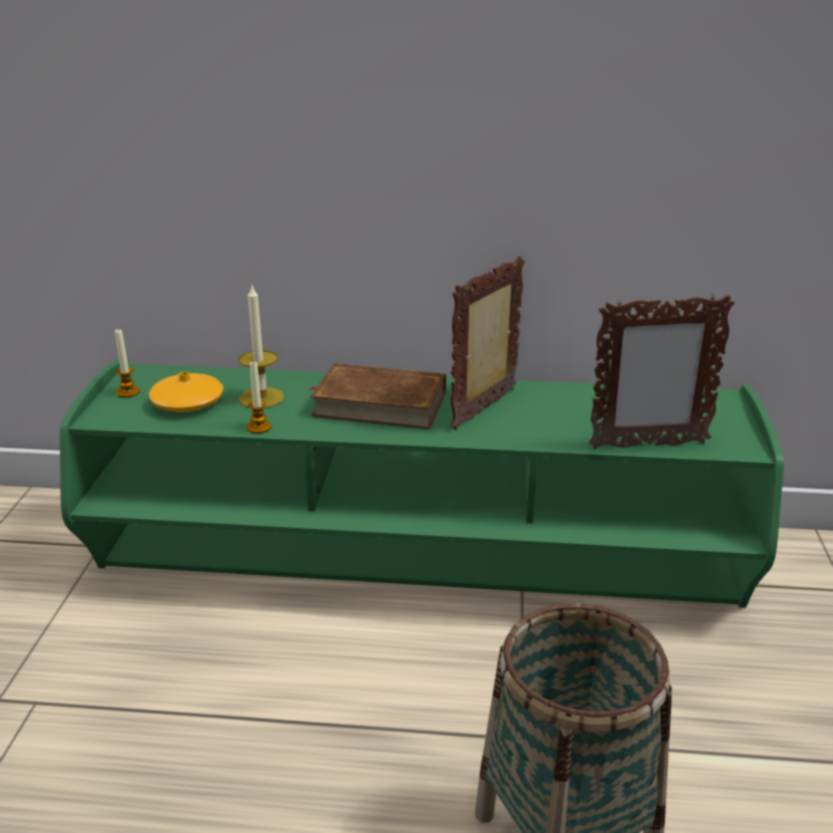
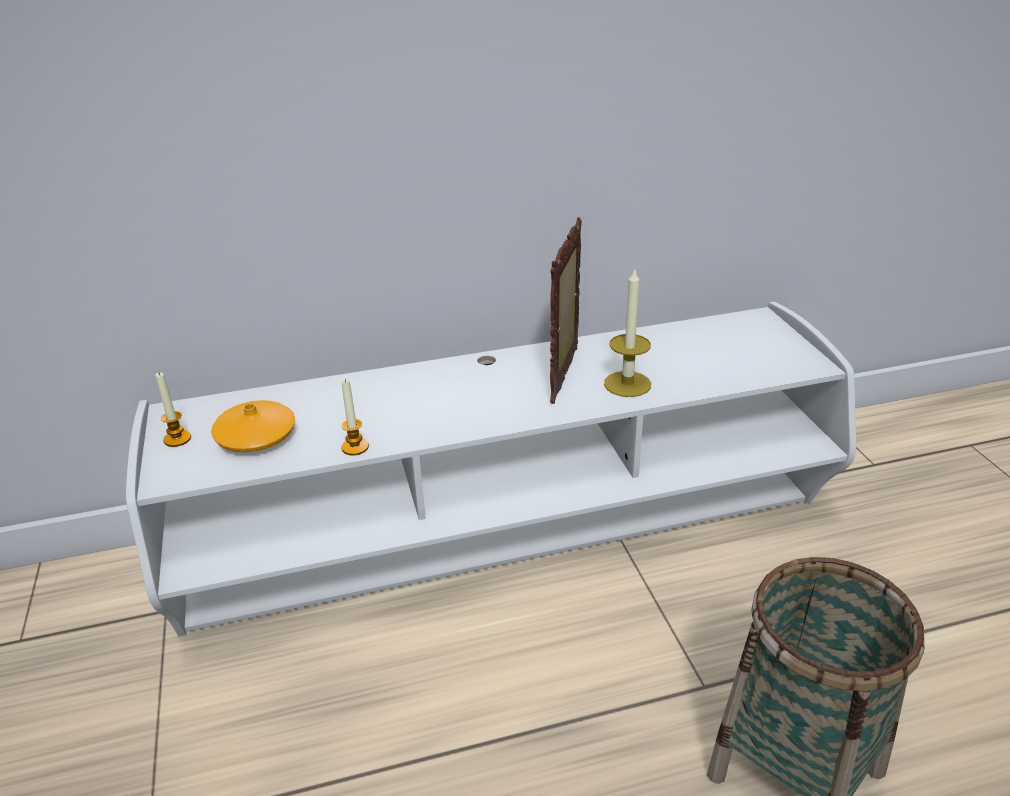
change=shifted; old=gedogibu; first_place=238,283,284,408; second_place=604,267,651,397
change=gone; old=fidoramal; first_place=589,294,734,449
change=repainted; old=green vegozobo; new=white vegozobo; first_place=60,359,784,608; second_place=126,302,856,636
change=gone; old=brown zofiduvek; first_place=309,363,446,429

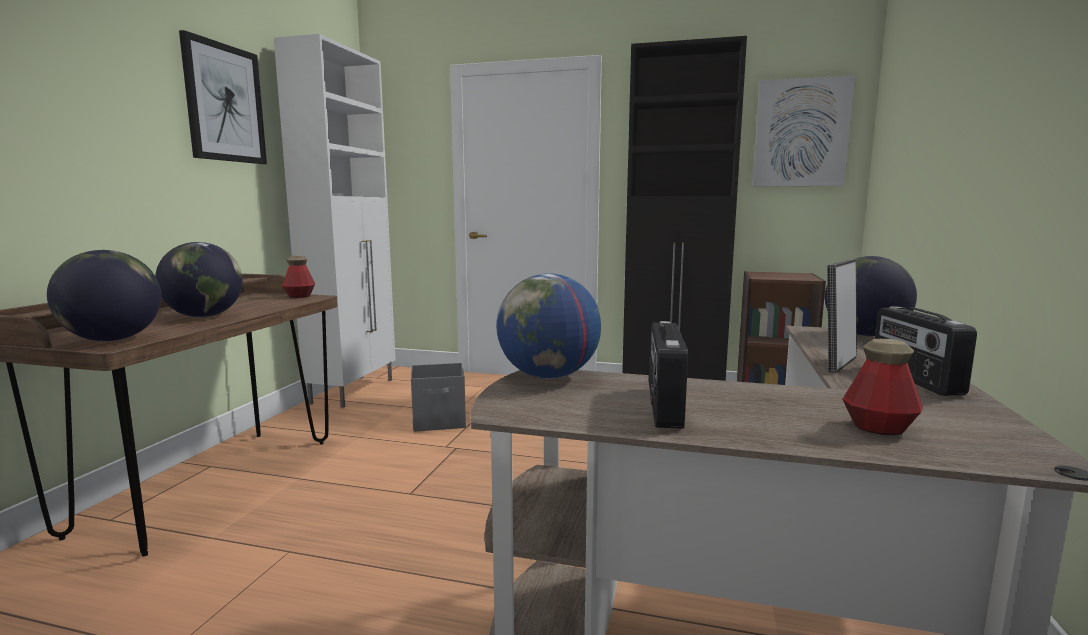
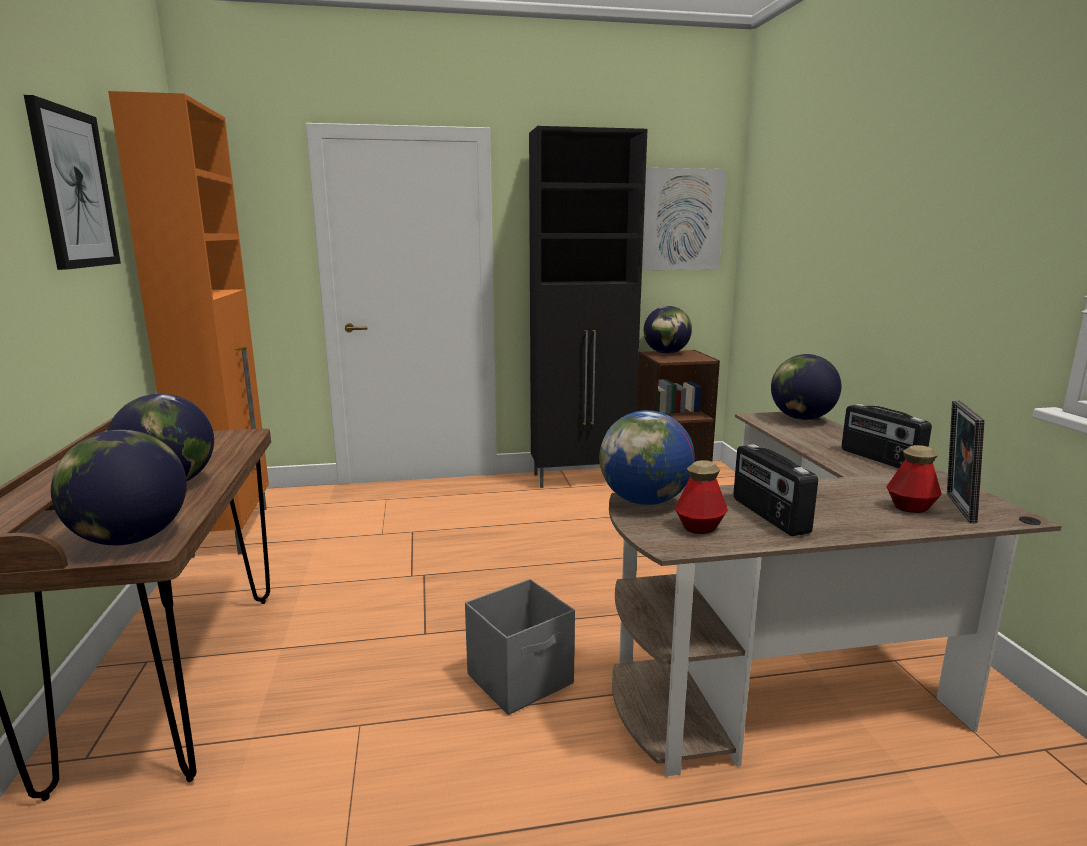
change=repainted; old=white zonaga; new=orange zonaga; first_place=274,34,396,408; second_place=108,91,269,558
change=shifted; old=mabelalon; first_place=282,256,315,298; second_place=675,460,728,534
change=shifted; old=fidoramal; first_place=827,259,857,373; second_place=947,401,984,523
change=shifted; old=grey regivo; first_place=411,363,466,432; second_place=465,579,575,715
change=new; new=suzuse; second_place=644,306,692,354

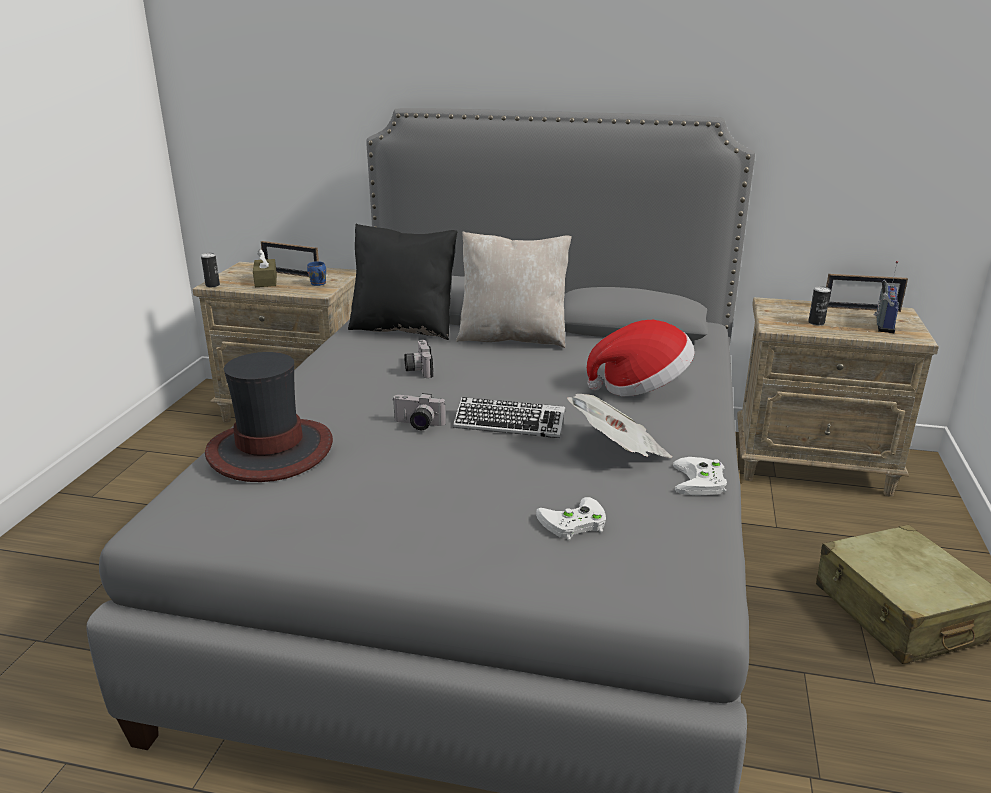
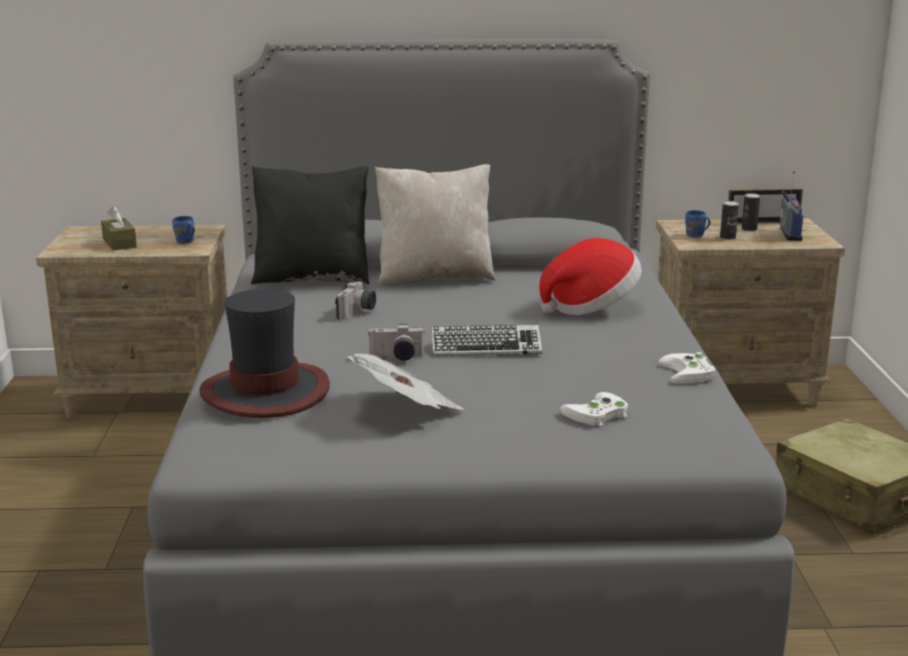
change=gone; old=fidoramal; first_place=261,241,319,277
change=shifted; old=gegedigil; first_place=201,253,220,287; second_place=742,193,760,231
change=rotated; old=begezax; first_place=404,340,433,378; second_place=335,281,376,320; degrees=-135
change=shifted; old=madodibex; first_place=567,394,672,458; second_place=347,353,464,410
change=new; new=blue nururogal; second_place=685,210,710,237

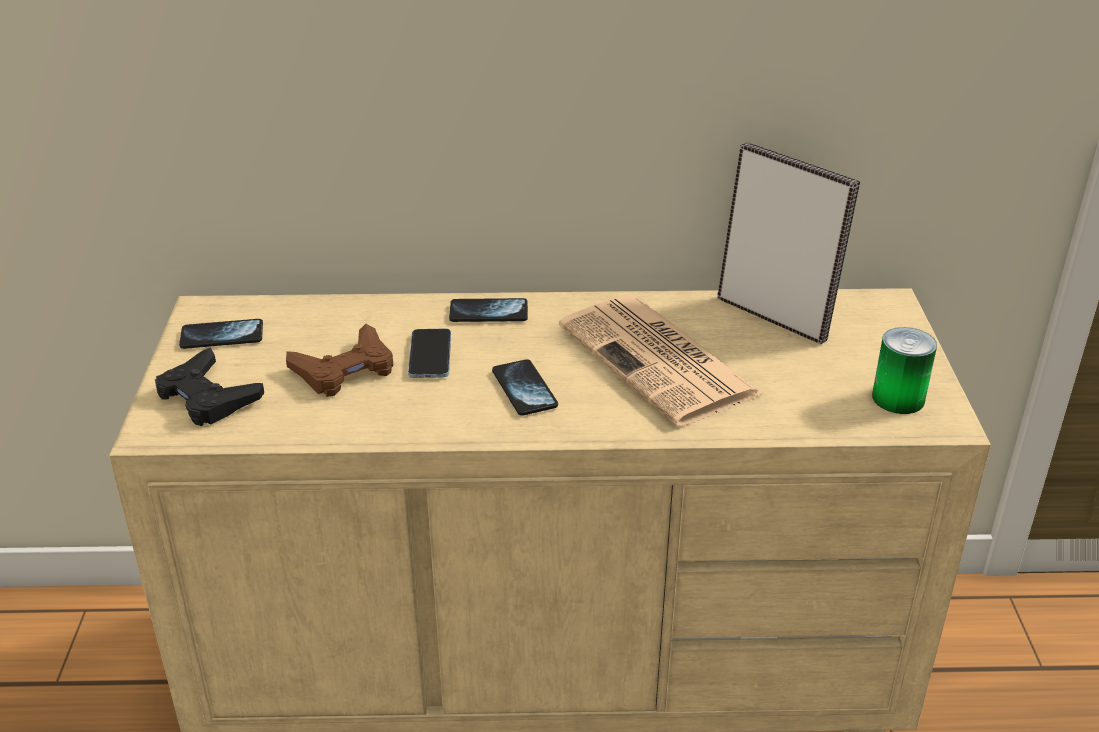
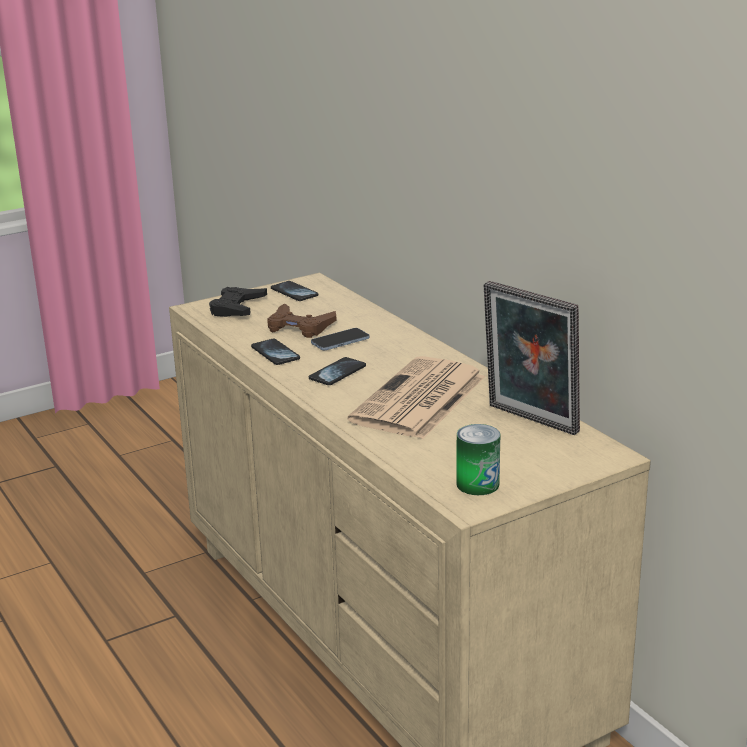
change=rotated; old=fidoramal; first_place=717,142,860,344; second_place=484,281,580,435; degrees=120
change=shifted; old=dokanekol; first_place=449,298,528,322; second_place=251,339,300,365

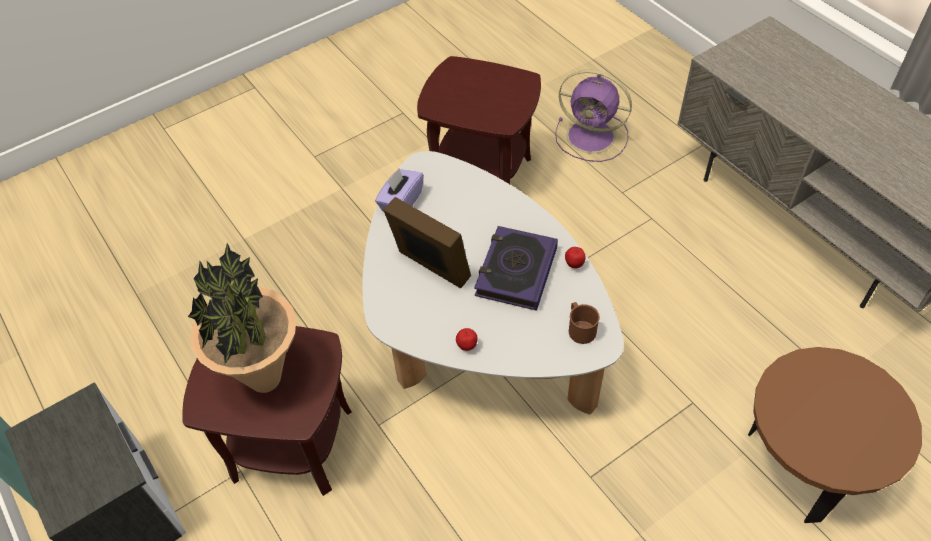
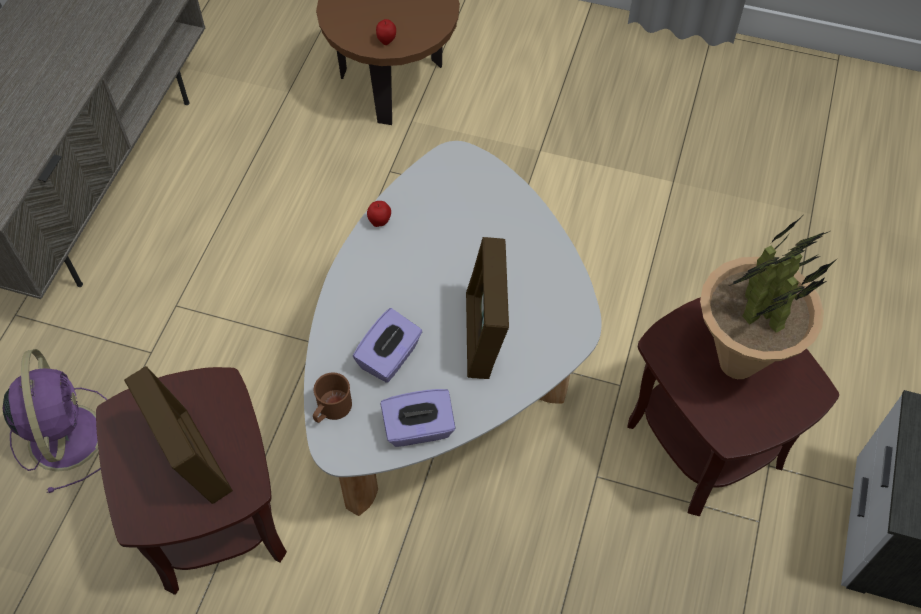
change=gone; old=zofiduvek; first_place=474,226,558,311
change=shifted; old=brown nururogal; first_place=569,302,600,344; second_place=313,373,352,423
change=shifted; old=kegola; first_place=456,328,478,351; second_place=376,19,396,45
change=new; new=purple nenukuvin; second_place=353,308,423,383
change=new; new=fidoramal; second_place=124,366,233,504

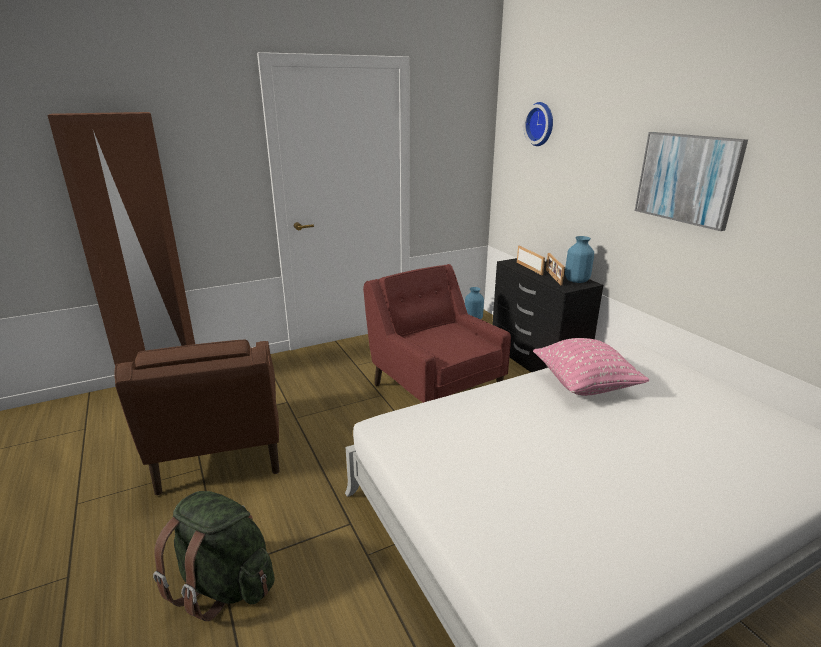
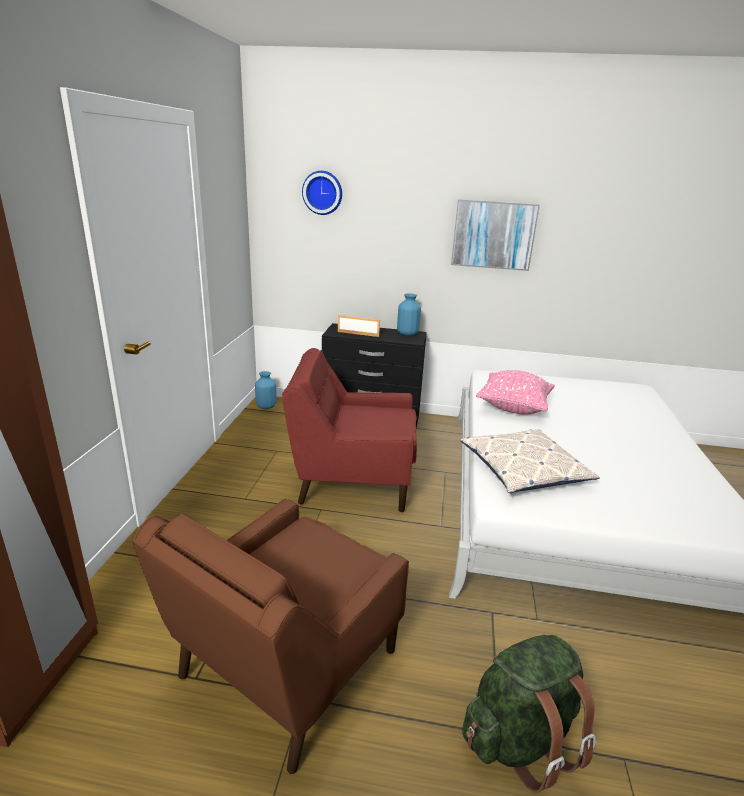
change=gone; old=fidoramal; first_place=546,253,565,285
change=rotated; old=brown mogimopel; first_place=115,339,279,495; second_place=133,499,409,774; degrees=105
change=new; new=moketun; second_place=460,430,600,493

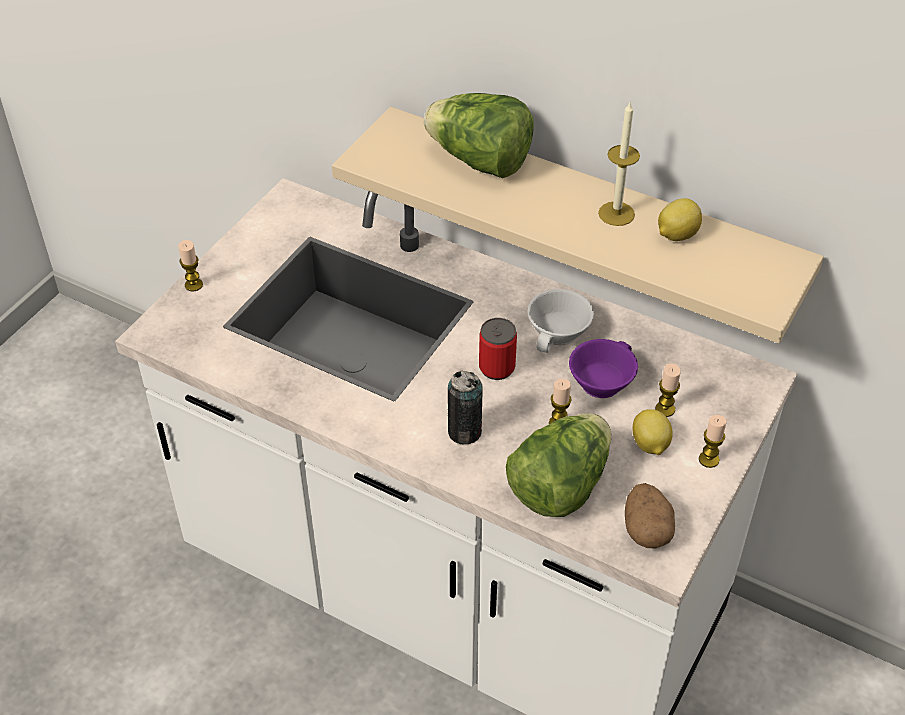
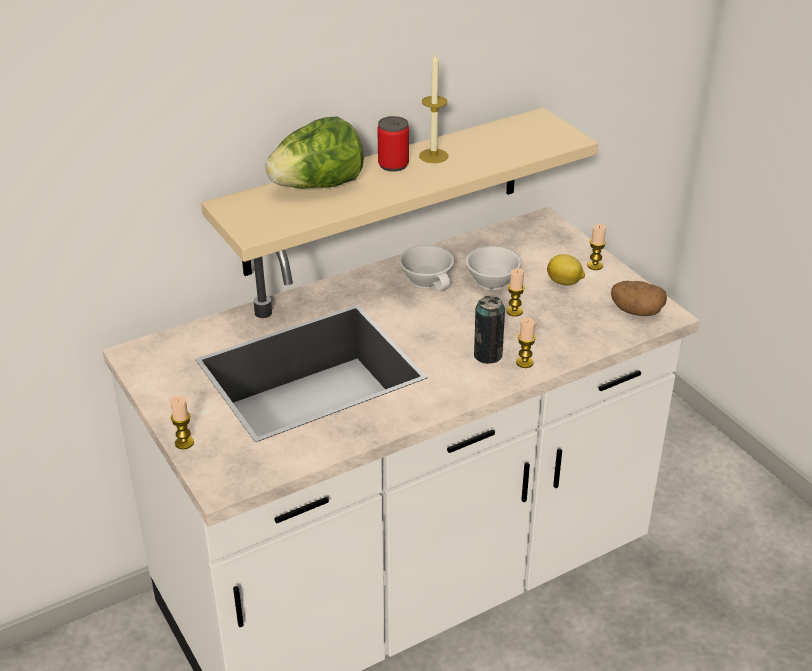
change=gone; old=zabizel; first_place=658,198,702,241
change=shifted; old=gegedigil; first_place=479,318,517,380; second_place=377,116,409,172
change=repainted; old=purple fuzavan; new=white fuzavan; first_place=569,339,638,398; second_place=466,246,521,290
change=shifted; old=gedogibu; first_place=655,363,681,417; second_place=516,317,536,368
change=gone; old=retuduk; first_place=506,413,611,517

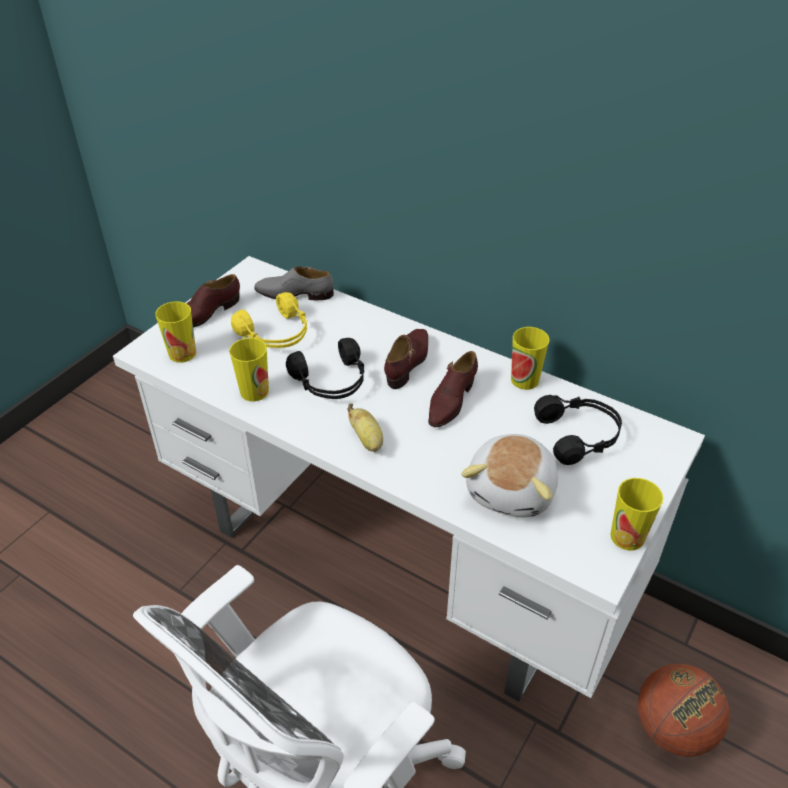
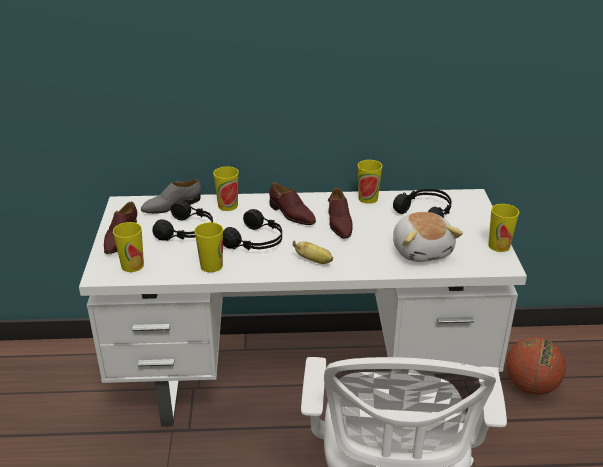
change=repainted; old=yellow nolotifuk; new=black nolotifuk; first_place=231,292,307,348; second_place=152,200,213,241
change=rotated; old=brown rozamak; first_place=384,329,428,389; second_place=269,182,316,225; degrees=150
change=new; new=fuzavan; second_place=213,166,239,211

